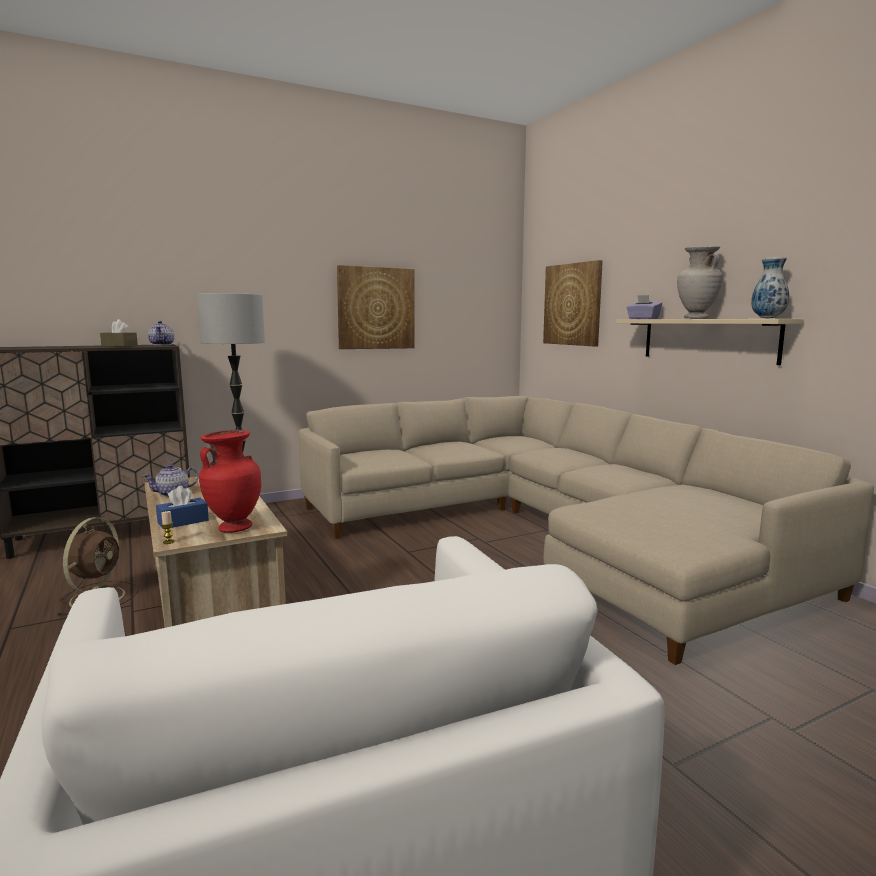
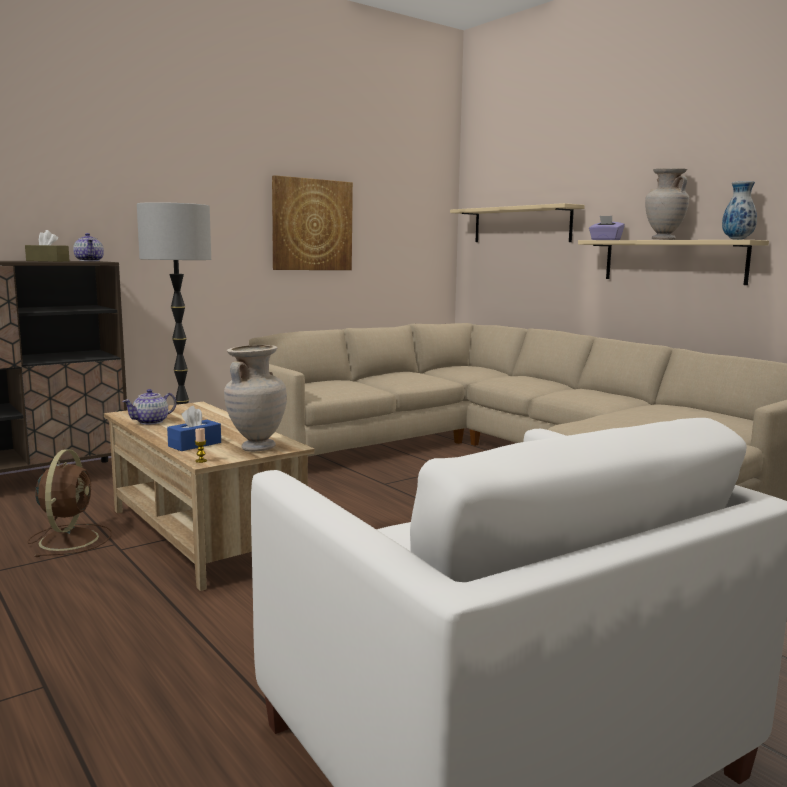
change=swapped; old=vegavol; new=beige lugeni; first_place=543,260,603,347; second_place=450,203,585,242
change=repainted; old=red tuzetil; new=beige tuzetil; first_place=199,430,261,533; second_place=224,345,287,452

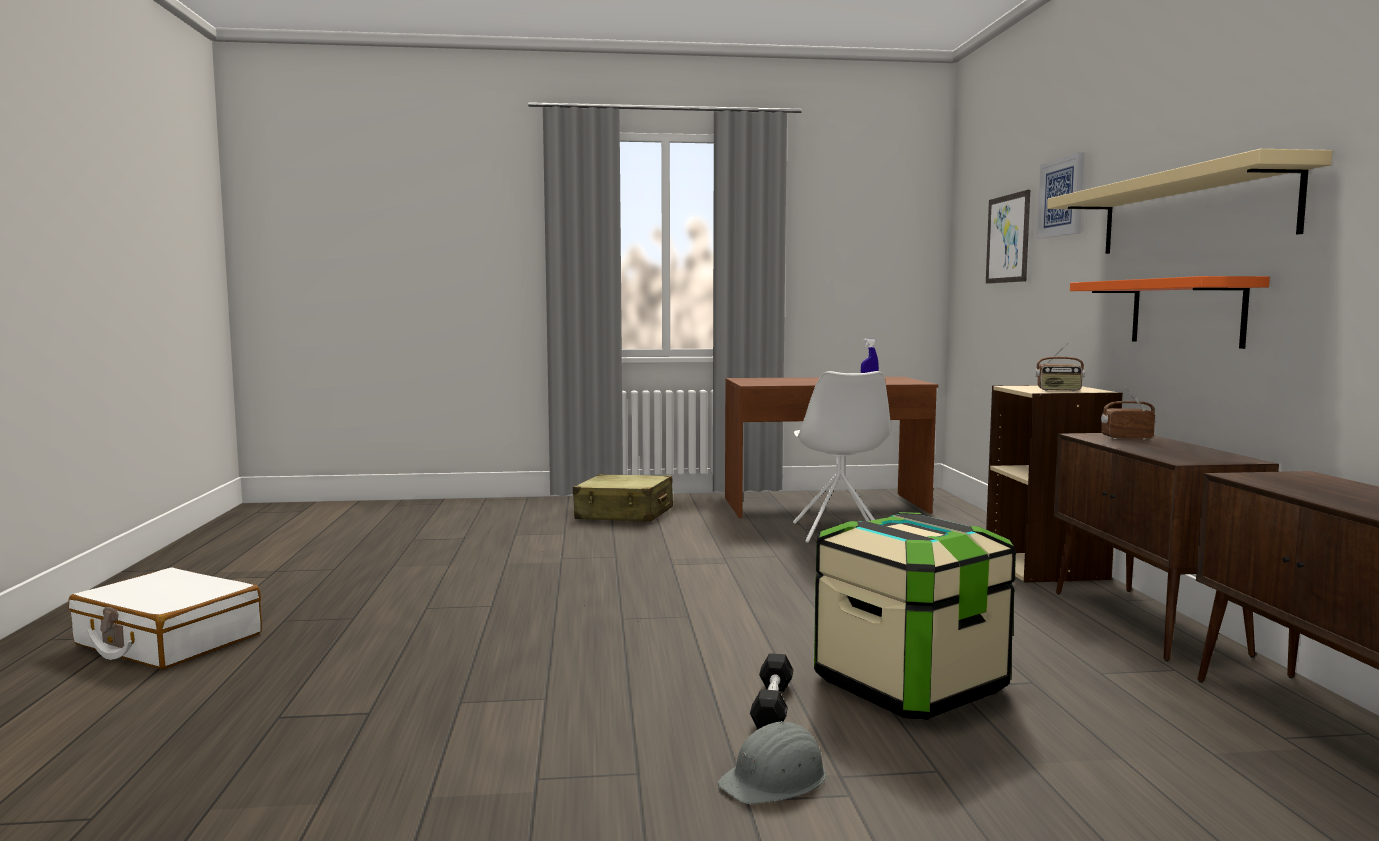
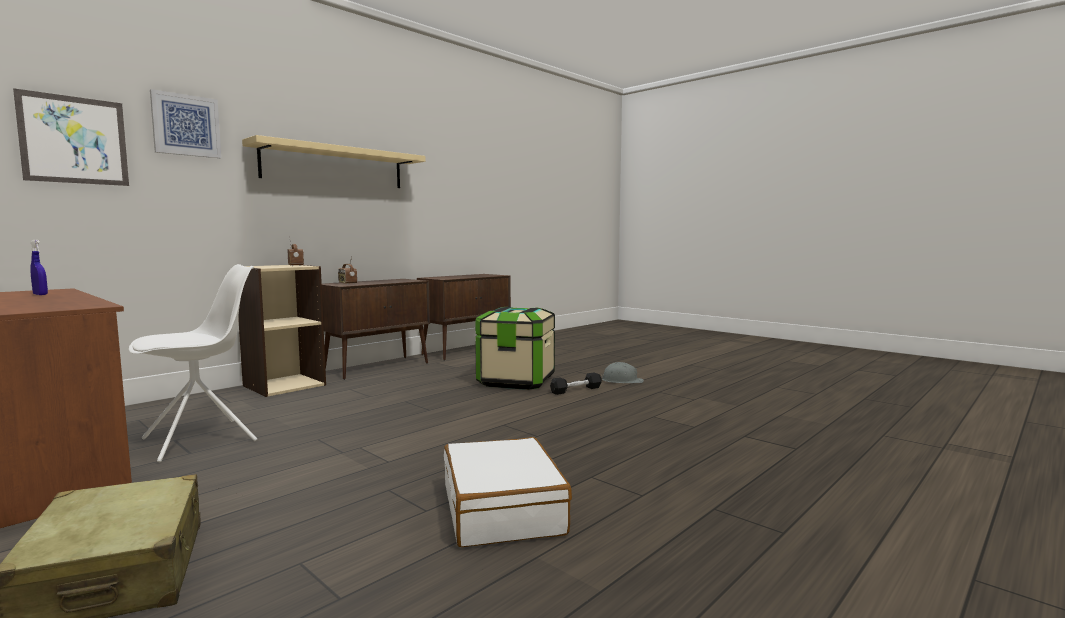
change=gone; old=orange lugeni; first_place=1070,276,1270,349
change=shifted; old=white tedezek; first_place=68,567,262,669; second_place=444,437,572,547

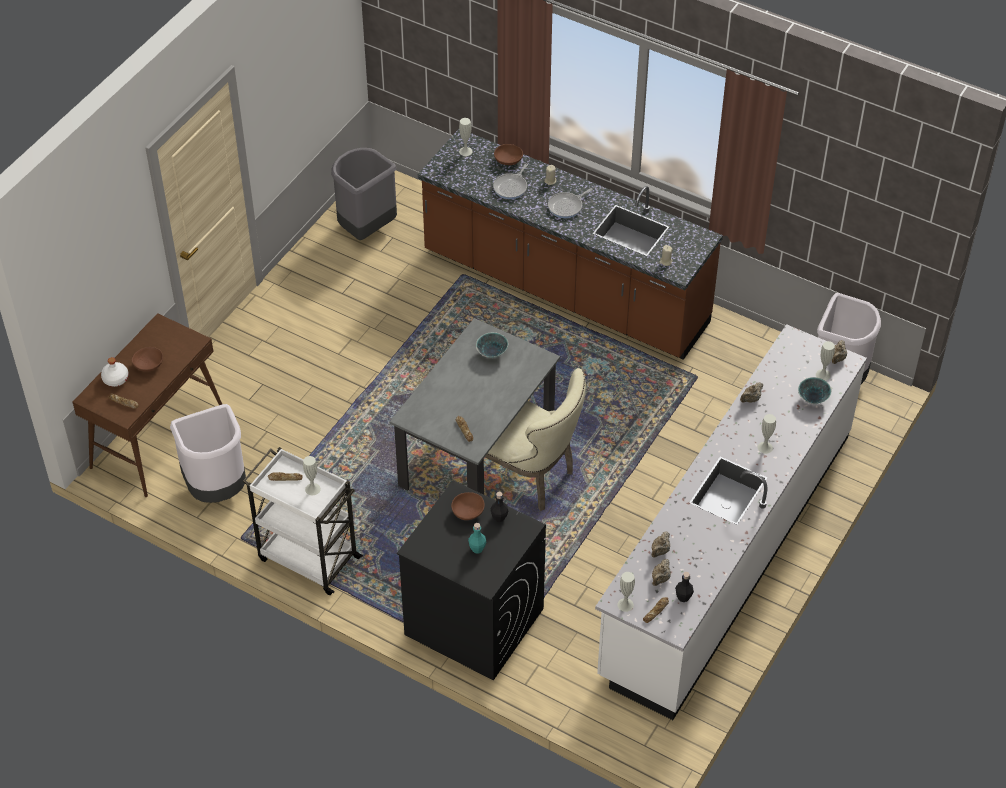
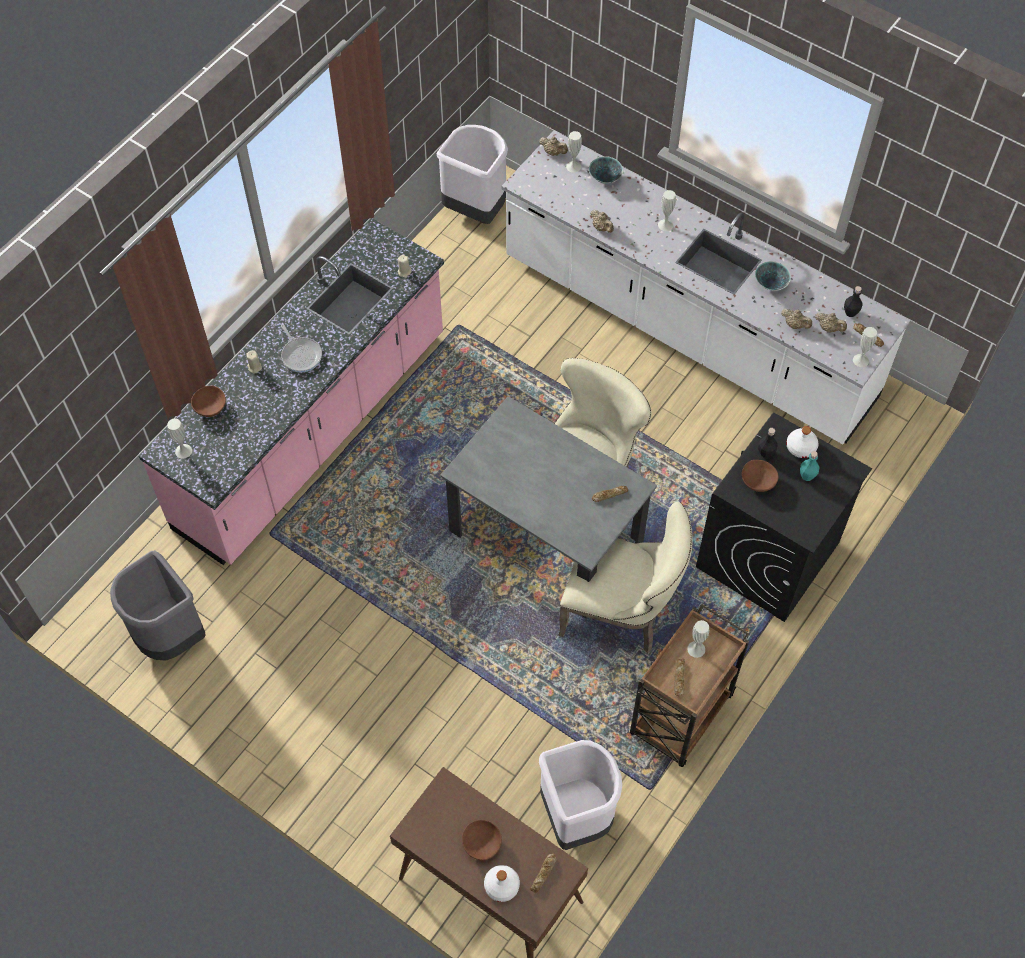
change=repainted; old=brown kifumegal; new=pink kifumegal; first_place=418,129,723,360; second_place=139,218,444,565
change=gone; old=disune; first_place=493,164,528,199
change=shifted; old=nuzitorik; first_place=476,332,508,358; second_place=755,261,791,291
change=repainted; old=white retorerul; new=brown retorerul; first_place=243,447,363,595; second_place=630,604,750,767
change=new; new=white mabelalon; second_place=786,426,819,458
change=new; new=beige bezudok; second_place=558,502,693,653

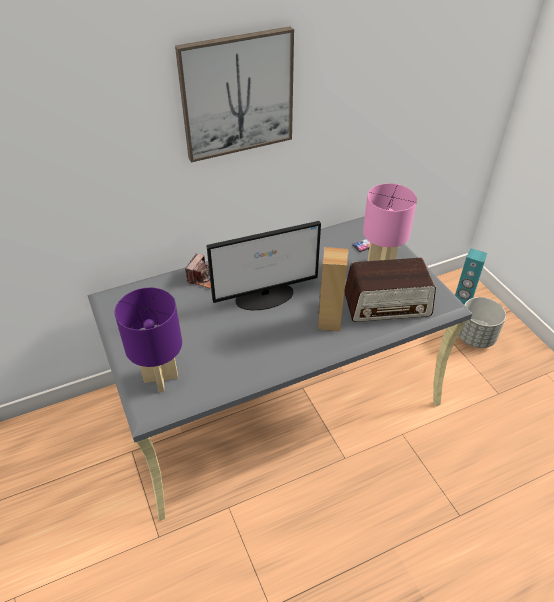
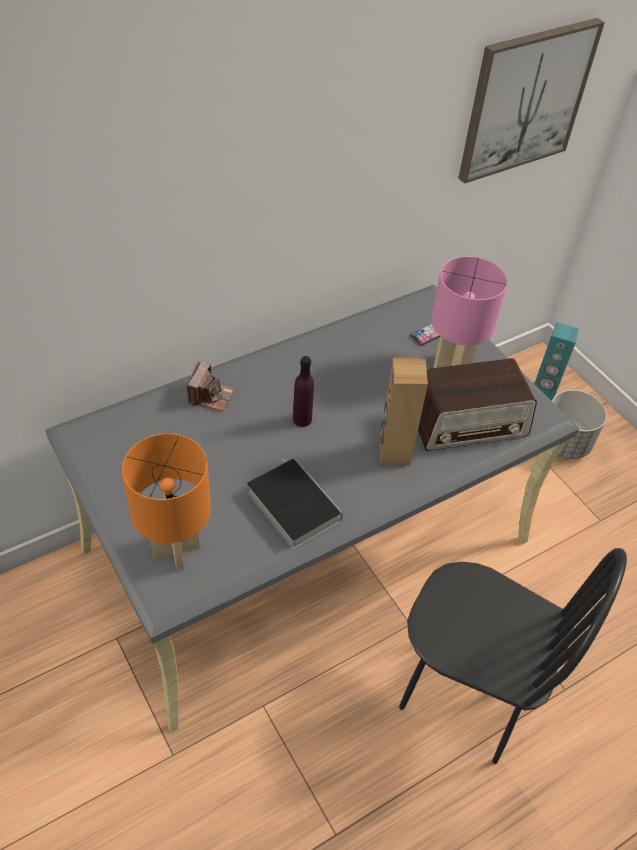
change=shifted; old=vegavol; first_place=175,27,294,162; second_place=458,18,605,184
change=swapped; old=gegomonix; new=purple mabelalon; first_place=206,221,321,310; second_place=293,356,314,427
change=repainted; old=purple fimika; new=orange fimika; first_place=115,287,182,392; second_place=122,433,211,571
change=new; new=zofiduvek; second_place=247,458,343,549
change=new; new=black bezudok; second_place=399,548,627,764

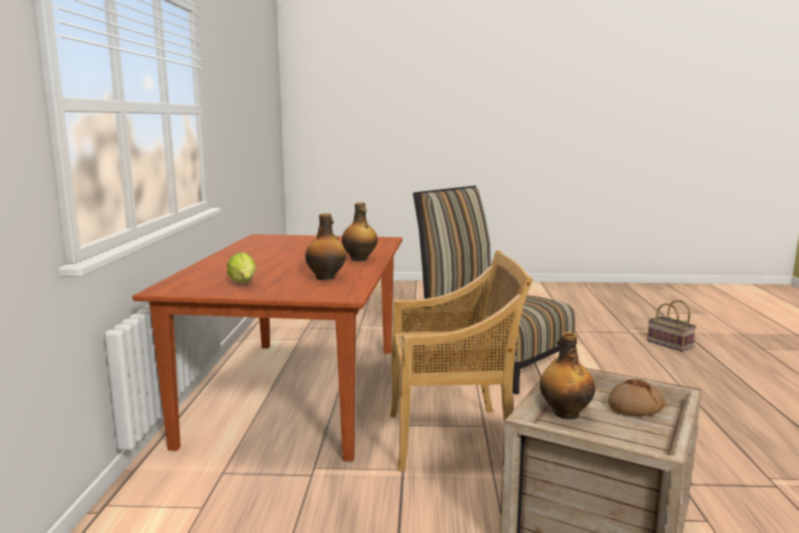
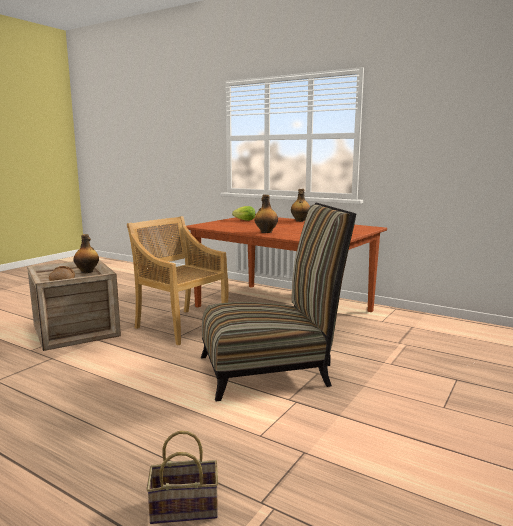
change=shifted; old=mabelalon; first_place=305,213,346,280; second_place=291,189,310,222
change=rotated; old=beige bezudok; first_place=390,250,533,472; second_place=127,216,229,345; degrees=105

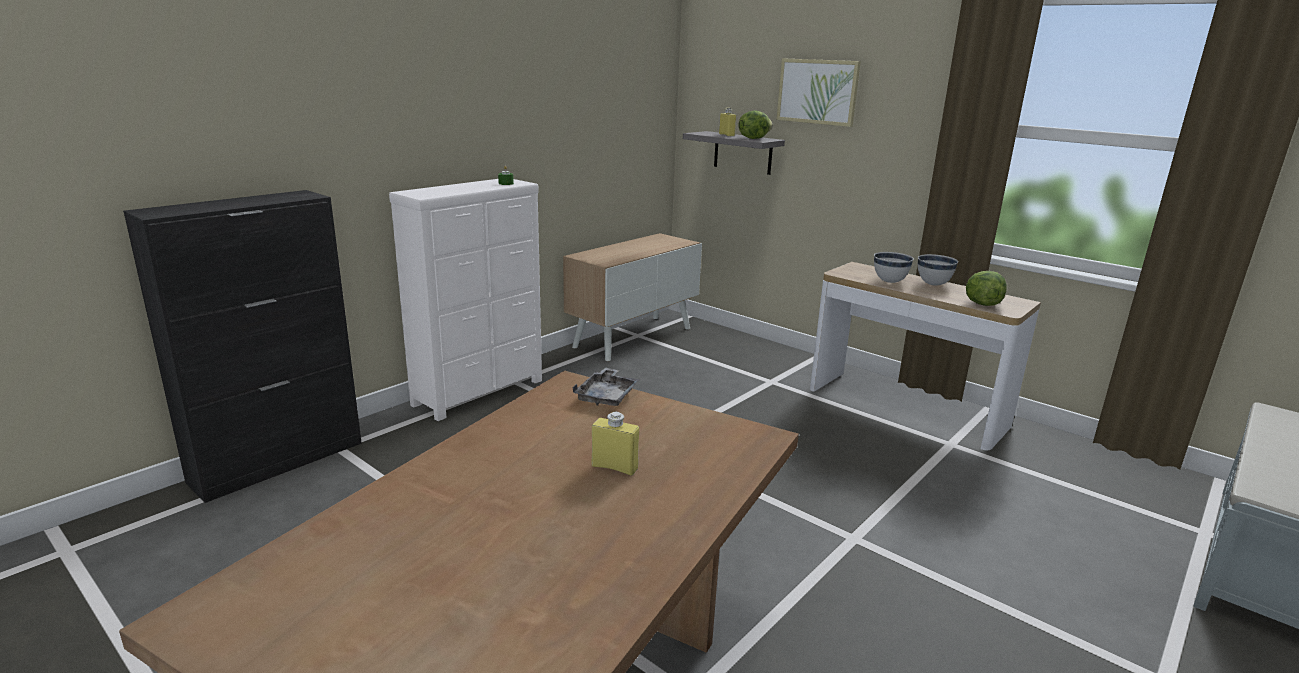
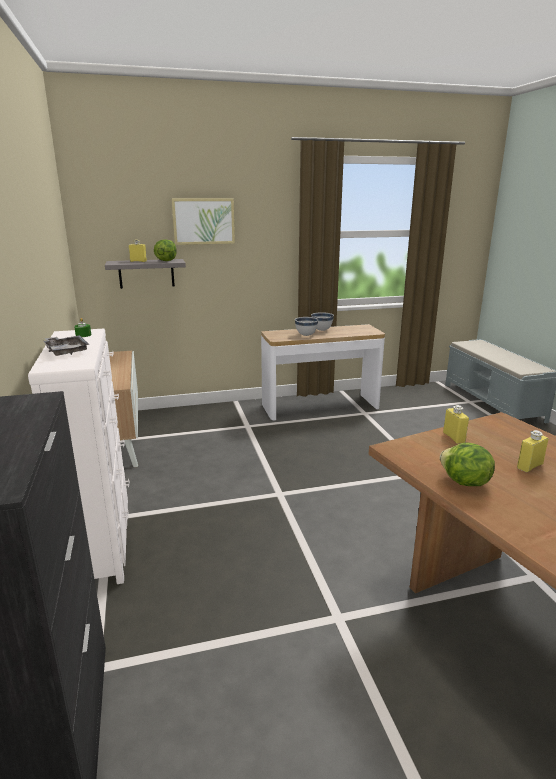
change=shifted; old=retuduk; first_place=966,271,1007,306; second_place=440,443,495,486
change=shifted; old=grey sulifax; first_place=572,367,640,406; second_place=44,335,89,356
change=new; new=yellow mabelalon; second_place=443,405,469,444

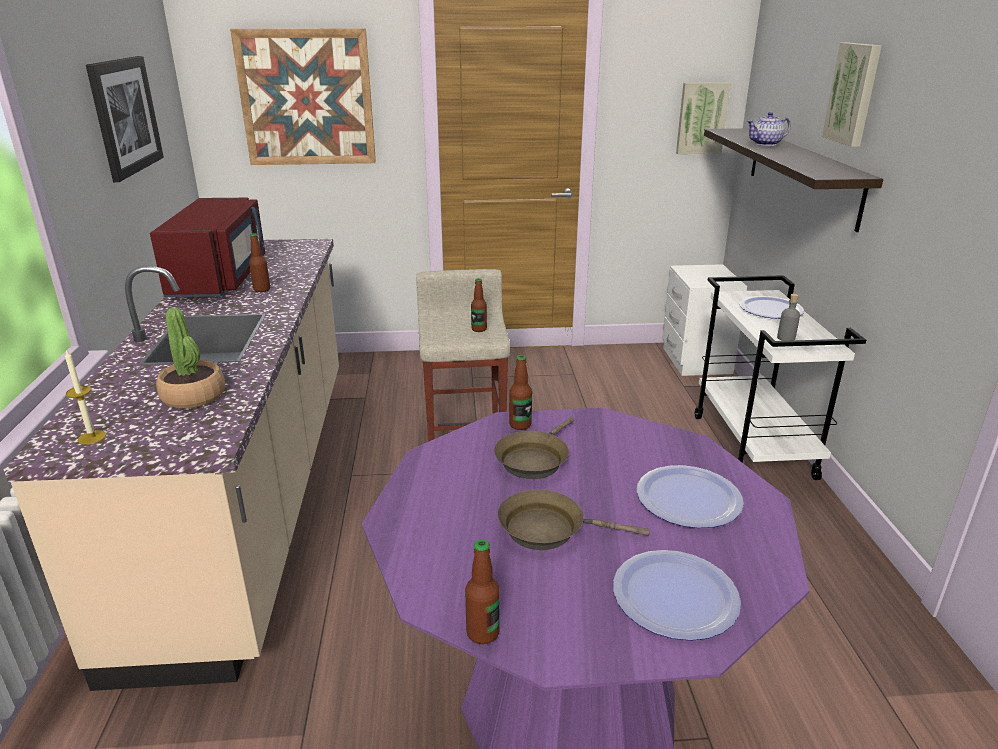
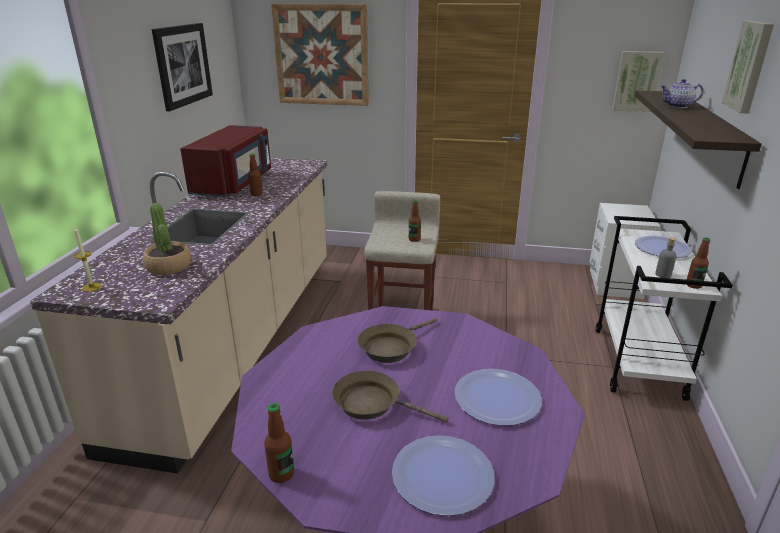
change=shifted; old=mabelalon; first_place=509,355,532,430; second_place=687,237,710,289

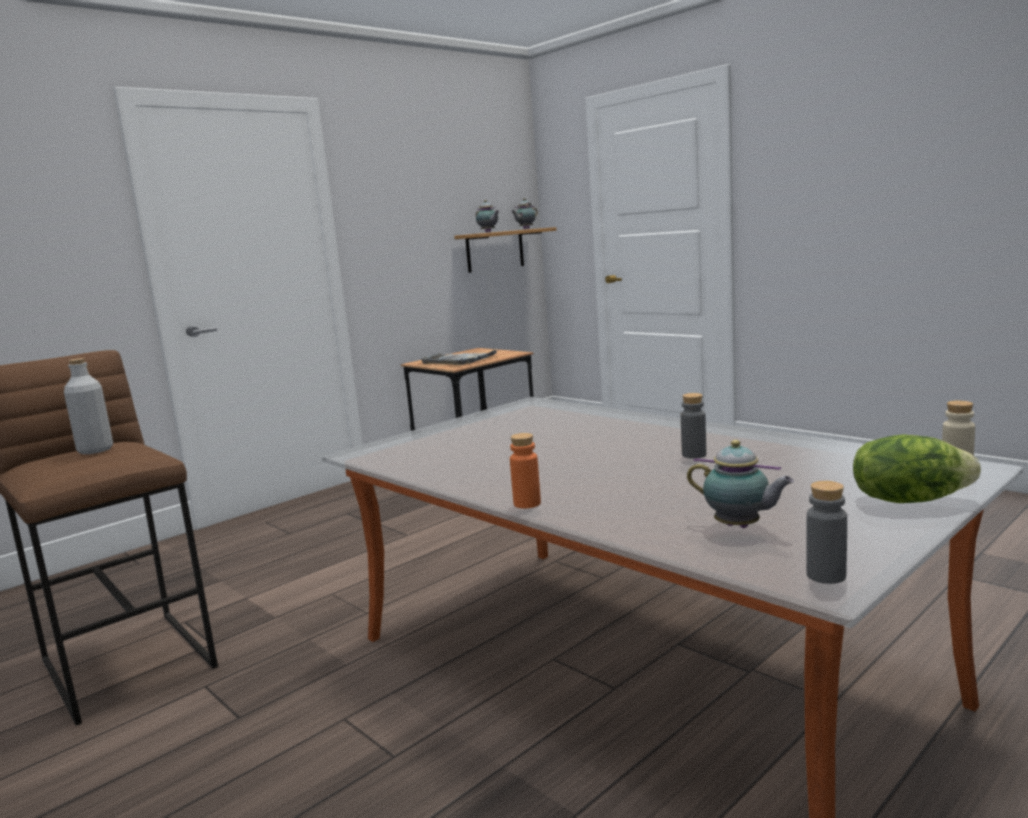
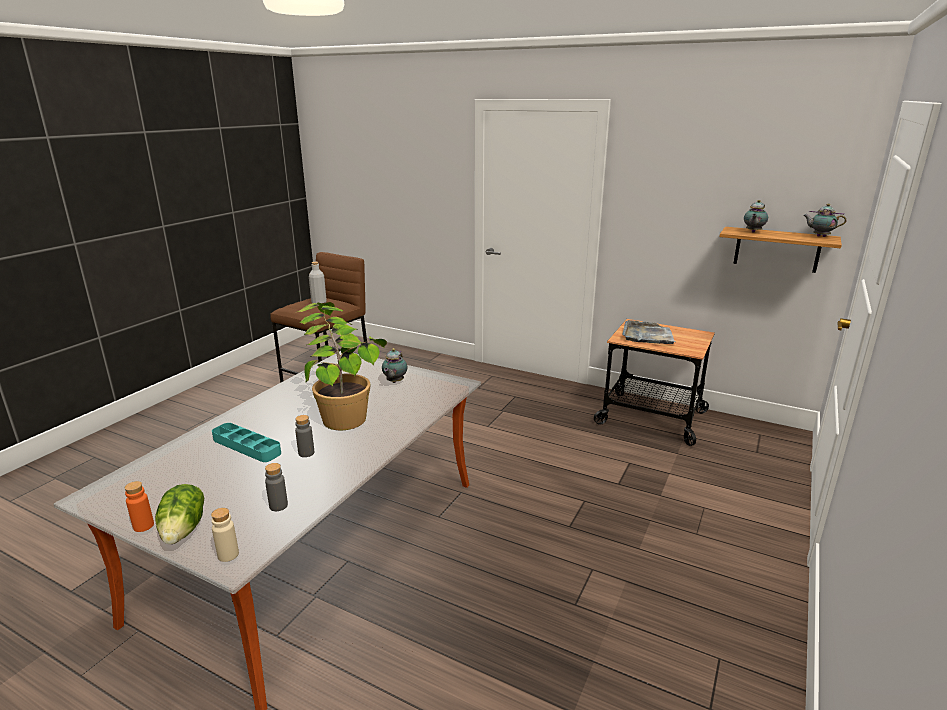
change=shifted; old=orange mabelalon; first_place=510,433,541,509; second_place=125,481,154,532
change=shifted; old=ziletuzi; first_place=687,440,794,528; second_place=382,348,407,383
change=shifted; old=grey mabelalon; first_place=806,481,847,584; second_place=265,463,288,511
change=new; new=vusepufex; second_place=295,302,387,430
change=new; new=turquoise sulifax; second_place=212,423,281,462

